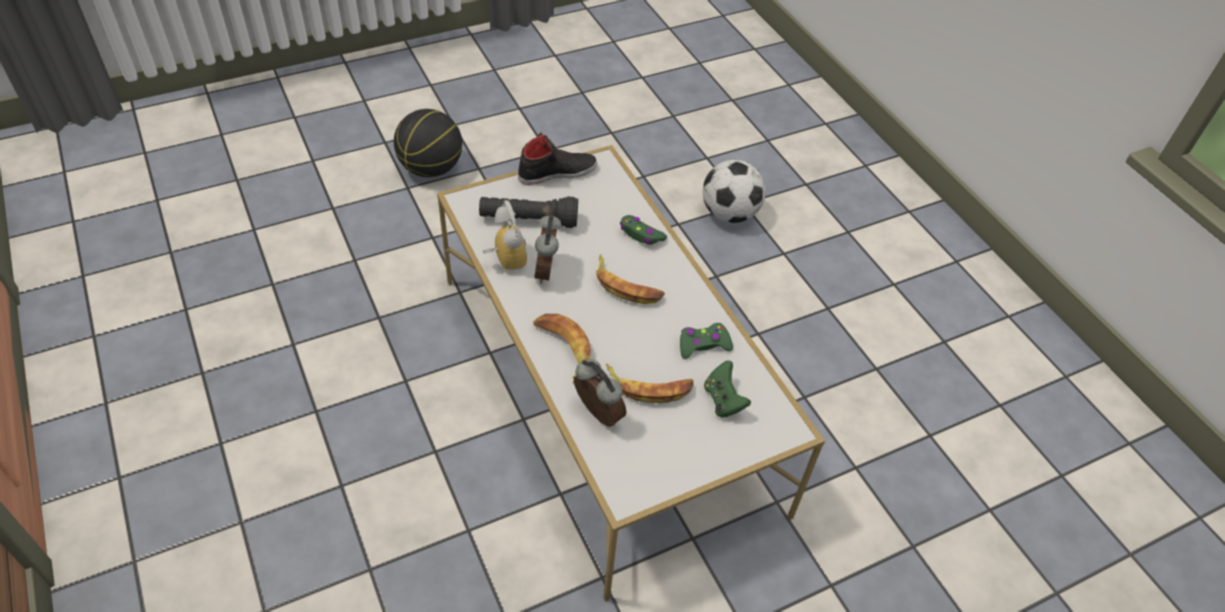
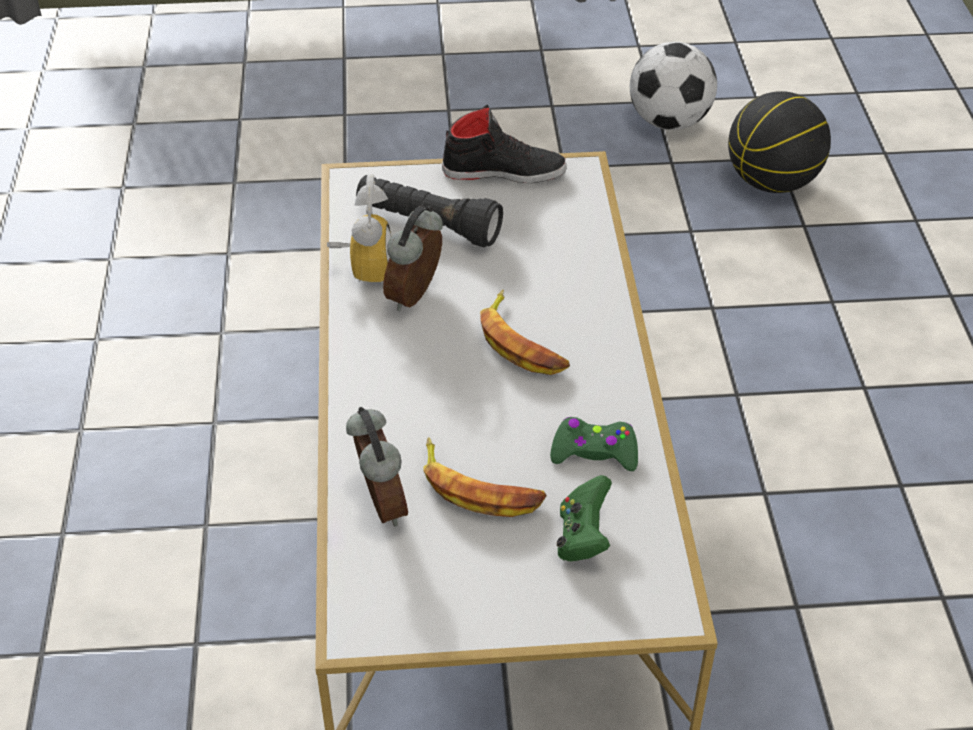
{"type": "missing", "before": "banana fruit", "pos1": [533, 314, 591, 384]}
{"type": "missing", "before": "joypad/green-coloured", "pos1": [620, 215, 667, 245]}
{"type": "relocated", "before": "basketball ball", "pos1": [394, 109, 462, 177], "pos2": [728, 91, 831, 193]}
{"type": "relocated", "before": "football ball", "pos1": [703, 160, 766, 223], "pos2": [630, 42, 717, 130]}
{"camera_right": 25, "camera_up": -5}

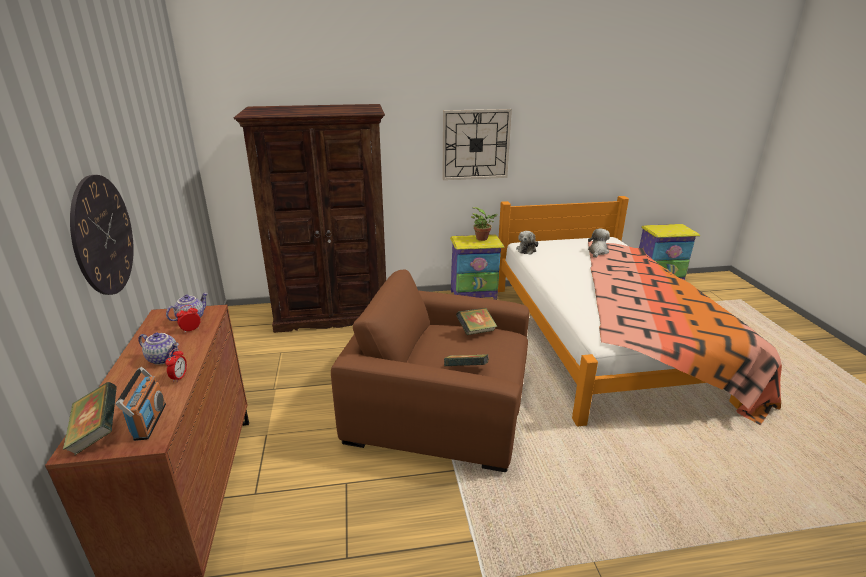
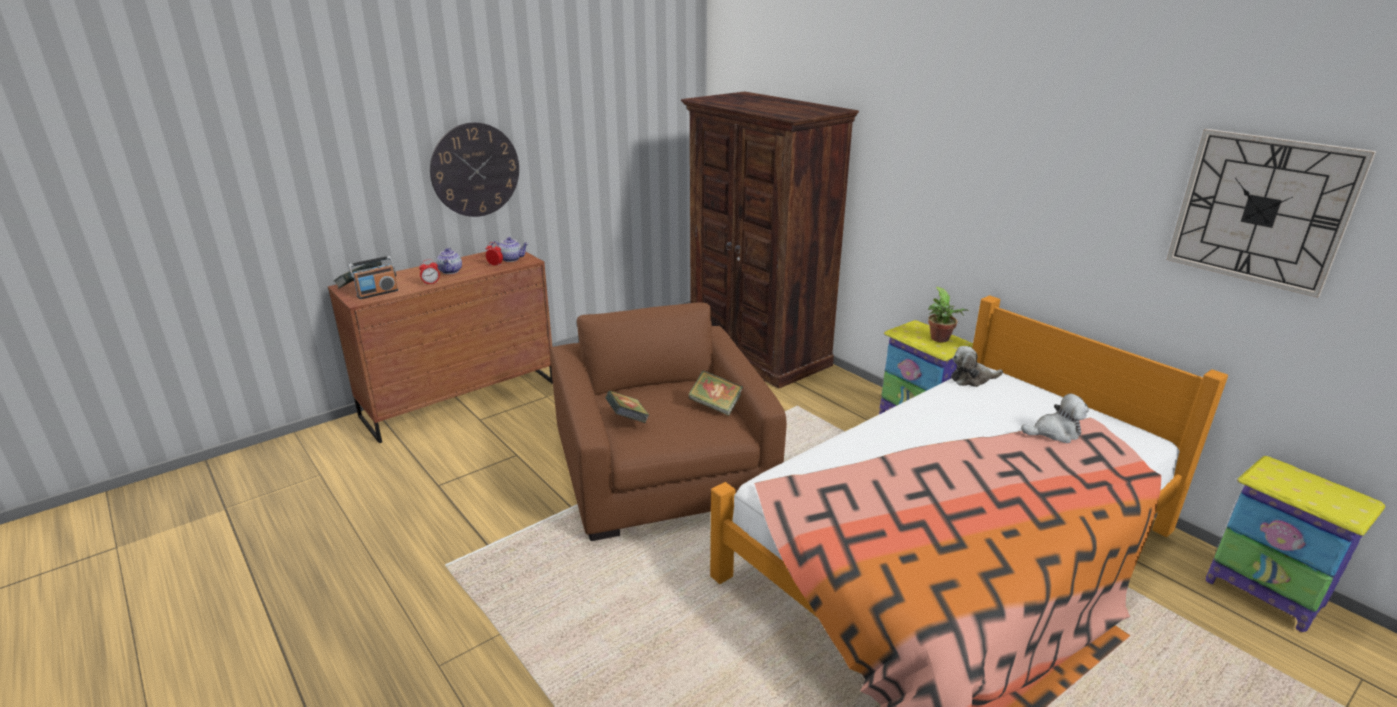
{"type": "relocated", "before": "wall clock", "pos1": [442, 109, 512, 180], "pos2": [1167, 129, 1376, 298]}
{"camera_right": 60, "camera_up": 0}

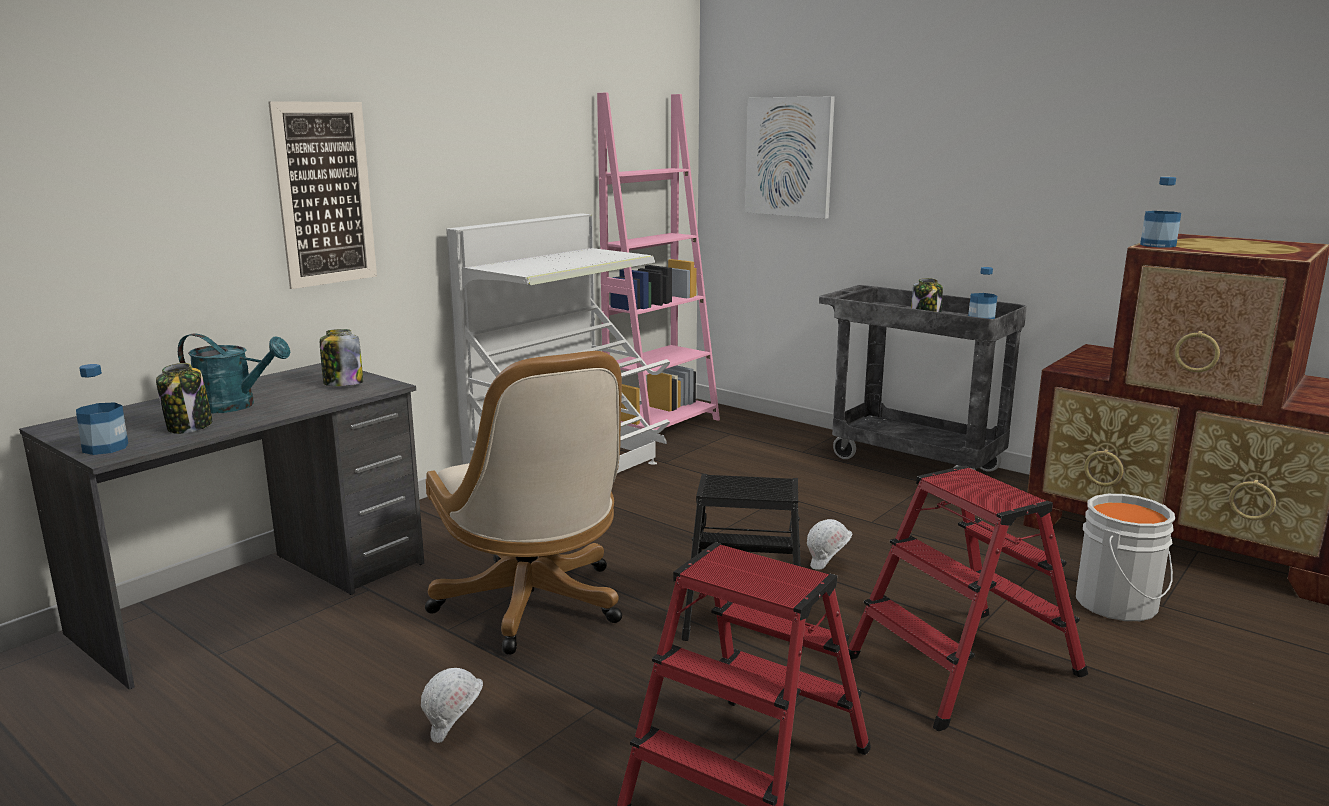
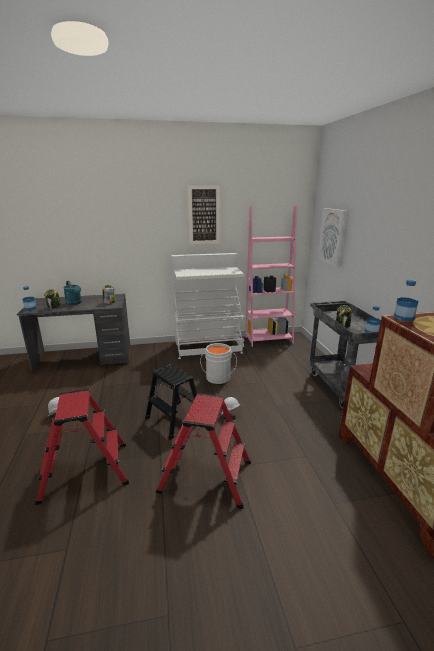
{"type": "missing", "before": "desk chair", "pos1": [425, 351, 622, 655]}
{"type": "relocated", "before": "wall art", "pos1": [268, 101, 377, 289], "pos2": [188, 185, 220, 244]}
{"type": "relocated", "before": "water bucket/grey", "pos1": [1076, 494, 1175, 621], "pos2": [200, 343, 237, 384]}
{"camera_right": 40, "camera_up": 5}

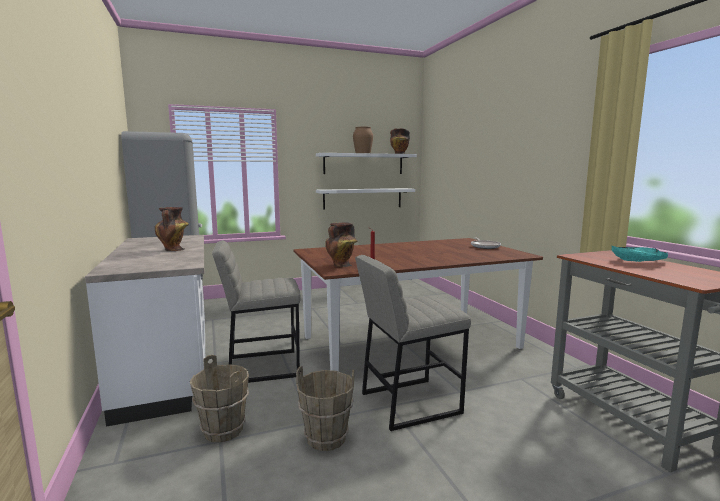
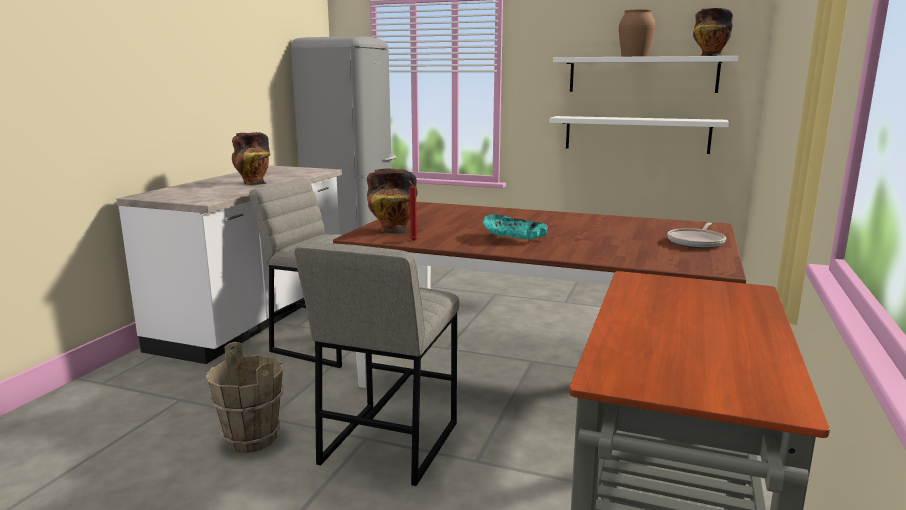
{"type": "missing", "before": "water bucket/brownish", "pos1": [190, 355, 249, 442]}
{"type": "relocated", "before": "serving bowl/blue-green", "pos1": [612, 246, 668, 262], "pos2": [483, 214, 548, 239]}
{"type": "spun", "before": "upright chair/grey", "pos1": [355, 255, 471, 431], "pos2": [294, 242, 459, 486], "turn": -90}
{"camera_right": 40, "camera_up": 5}

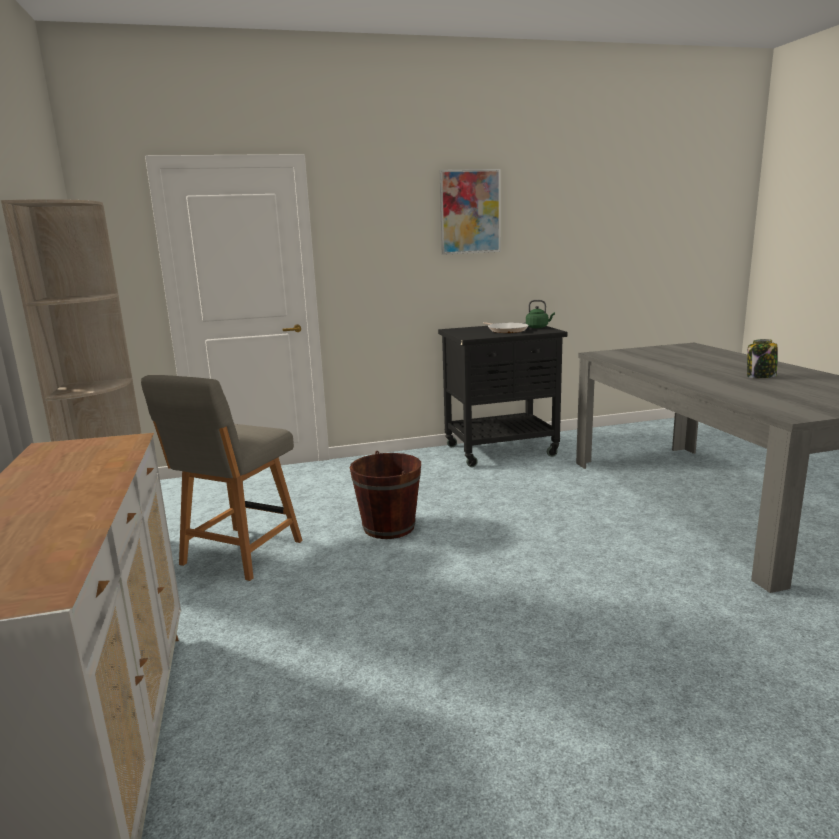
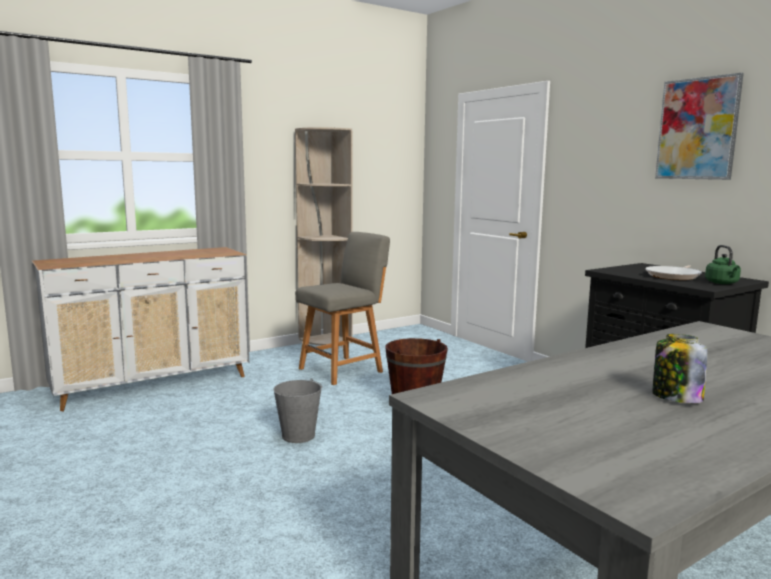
{"type": "appeared", "after": "water bucket/grey", "pos2": [273, 378, 322, 443]}
{"type": "spun", "before": "upright chair/grey", "pos1": [141, 375, 302, 581], "pos2": [295, 232, 390, 385], "turn": 135}
{"camera_right": 70, "camera_up": -5}

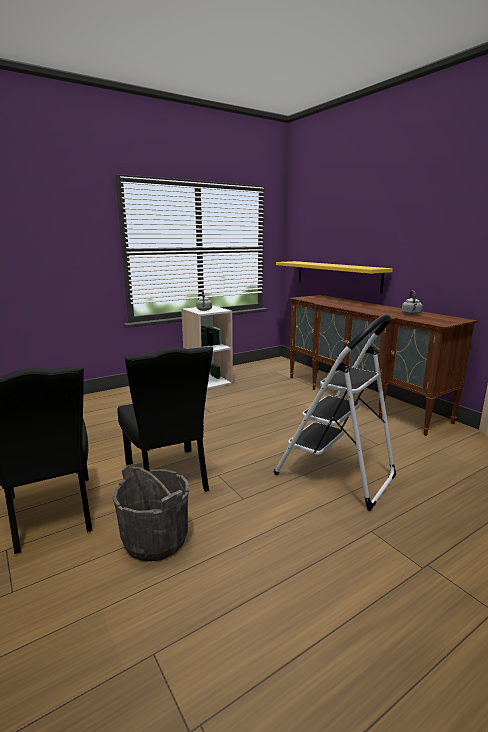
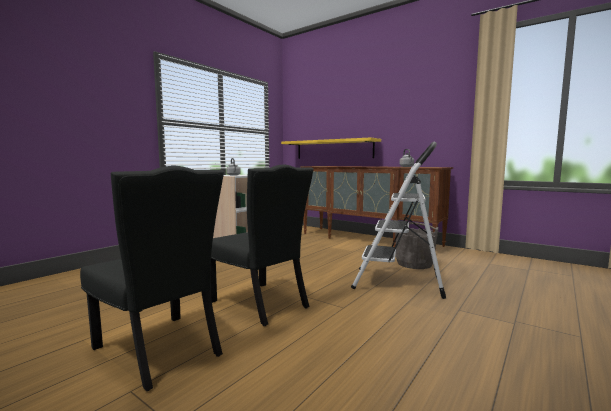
{"type": "relocated", "before": "water bucket/grey", "pos1": [113, 462, 189, 561], "pos2": [395, 222, 439, 269]}
{"camera_right": -20, "camera_up": -10}

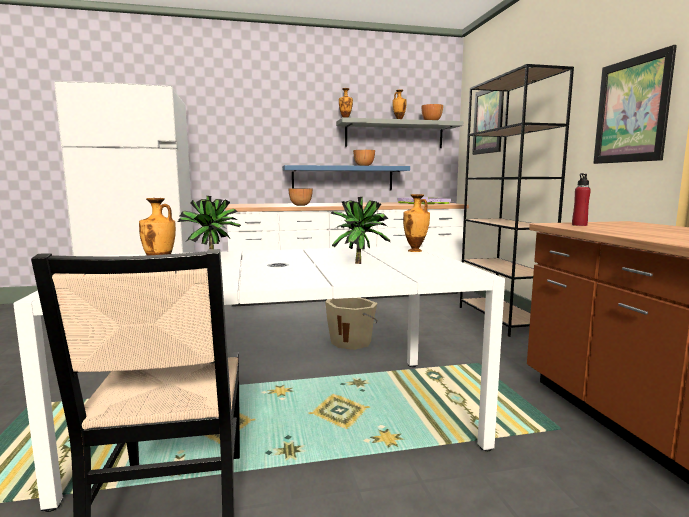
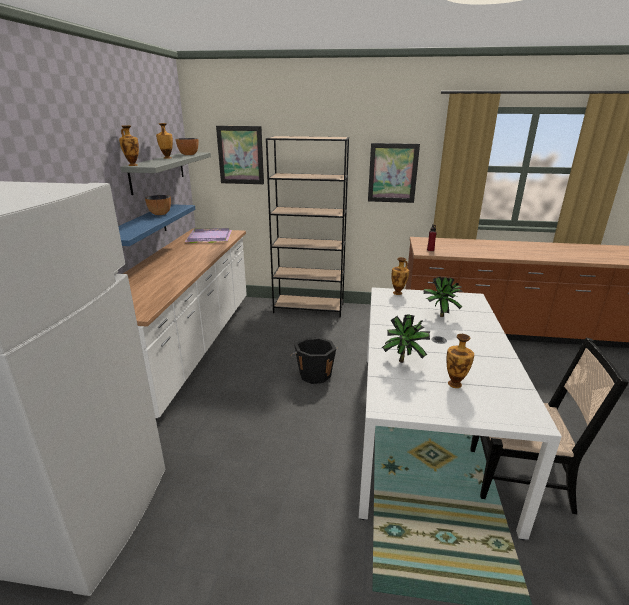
{"type": "missing", "before": "serving bowl", "pos1": [288, 188, 313, 206]}
{"type": "colour", "before": "water bucket/beige-coloured", "after": "water bucket/black", "pos1": [325, 298, 377, 350], "pos2": [291, 337, 337, 384]}
{"camera_right": -70, "camera_up": 15}

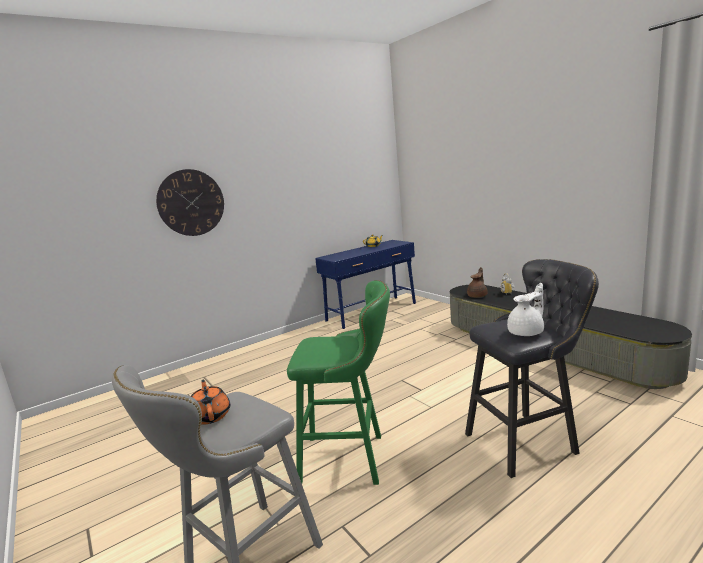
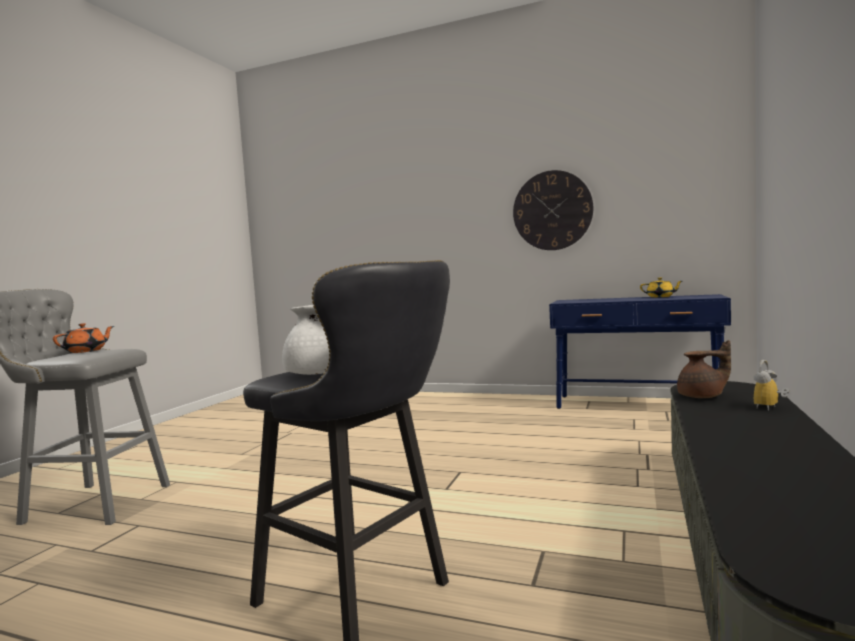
{"type": "missing", "before": "sitting stool/green-coloured", "pos1": [287, 280, 390, 485]}
{"type": "relocated", "before": "wall clock", "pos1": [156, 169, 224, 236], "pos2": [513, 170, 593, 250]}
{"camera_right": 55, "camera_up": -10}

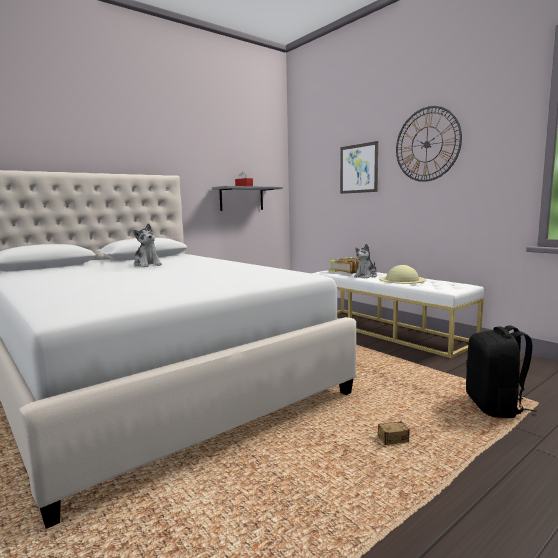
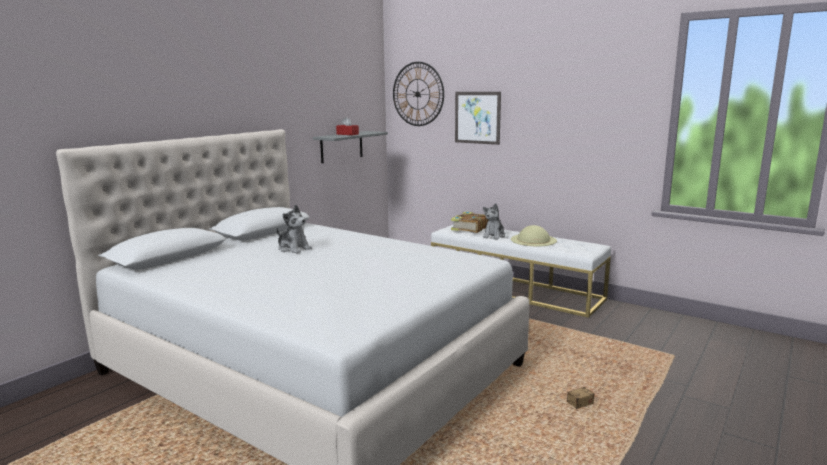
{"type": "missing", "before": "backpack/black", "pos1": [466, 325, 537, 418]}
{"type": "relocated", "before": "wall clock", "pos1": [396, 106, 462, 182], "pos2": [393, 62, 444, 126]}
{"camera_right": -15, "camera_up": 5}

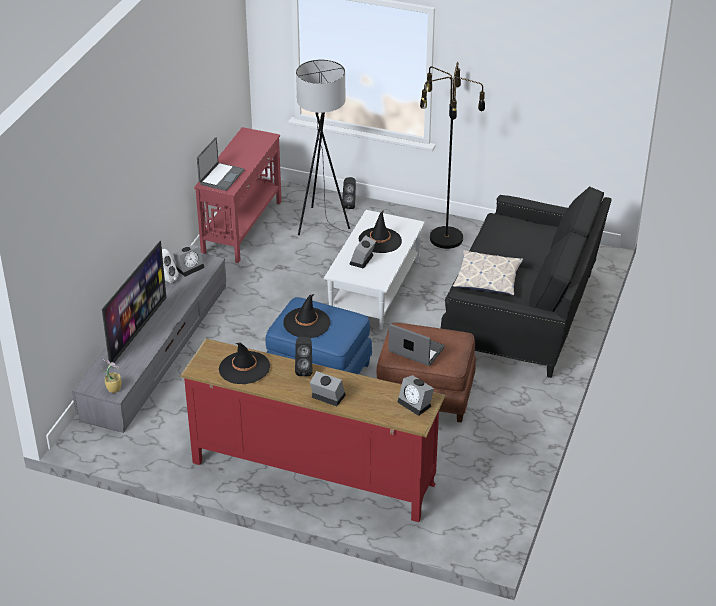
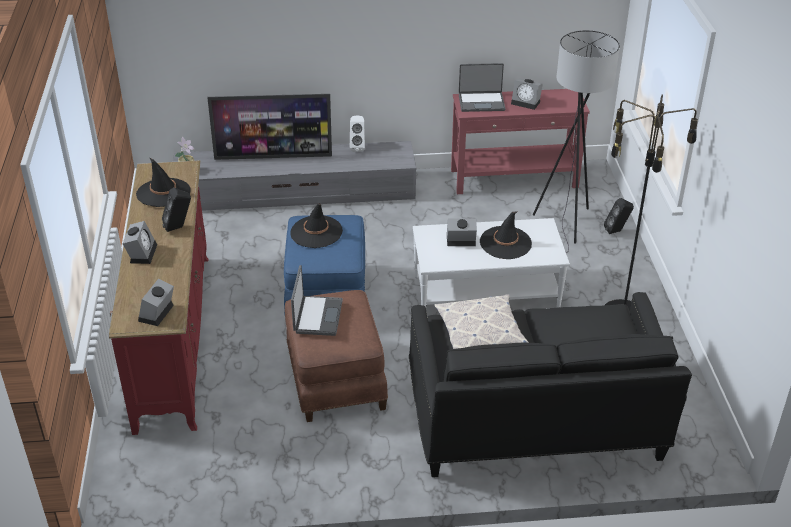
{"type": "relocated", "before": "alarm clock", "pos1": [173, 245, 204, 277], "pos2": [511, 79, 543, 110]}
{"camera_right": 65, "camera_up": 0}

